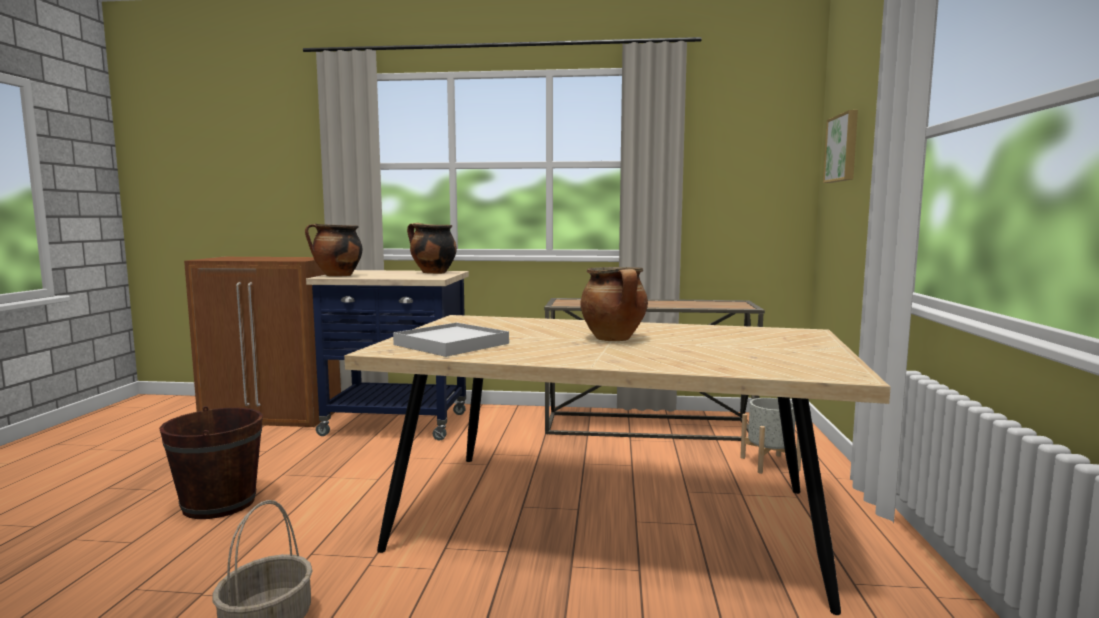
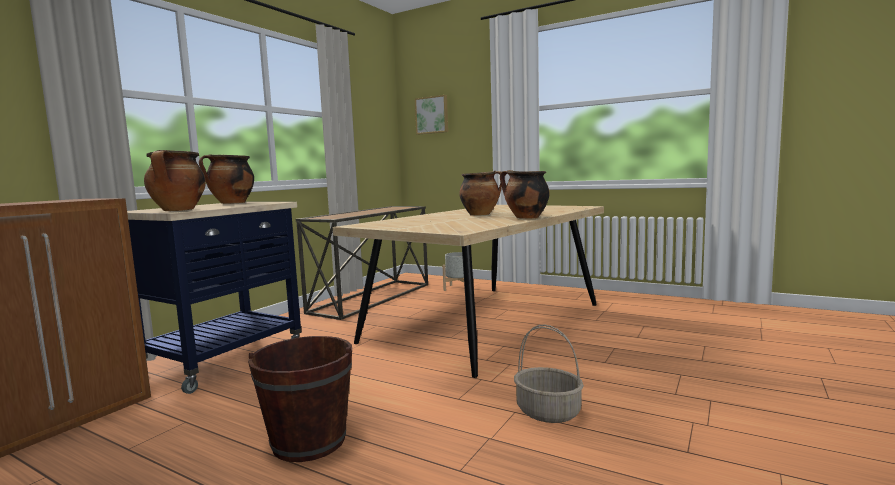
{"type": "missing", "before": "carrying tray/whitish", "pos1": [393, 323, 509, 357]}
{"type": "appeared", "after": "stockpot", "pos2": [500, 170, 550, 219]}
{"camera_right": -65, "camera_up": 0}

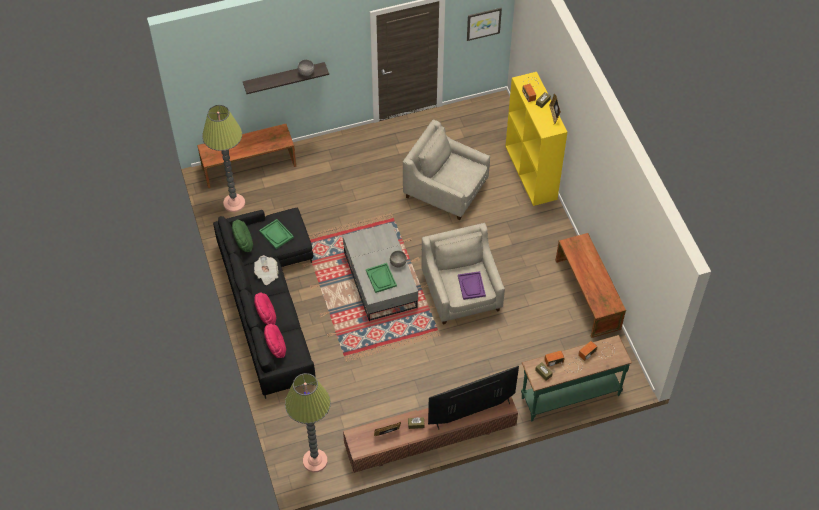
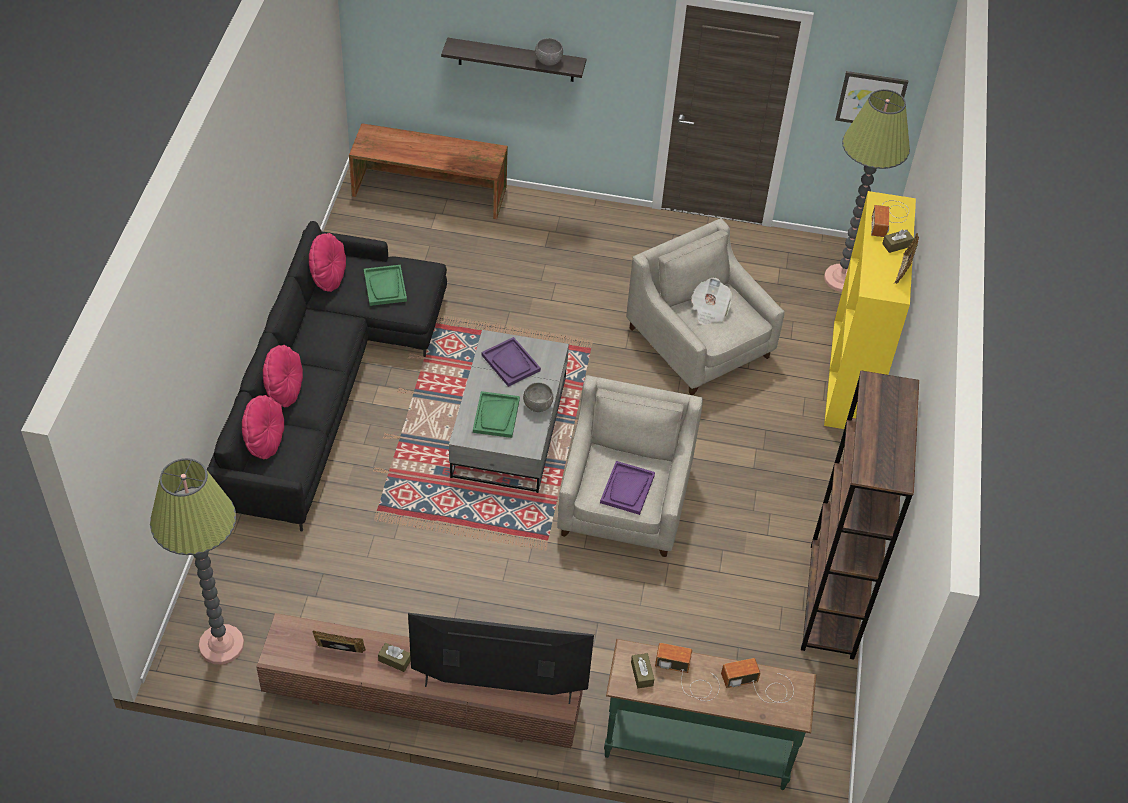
{"type": "appeared", "after": "carrying tray/purple-coloured", "pos2": [482, 337, 541, 387]}
{"type": "relocated", "before": "standard lamp", "pos1": [202, 105, 245, 212], "pos2": [824, 89, 910, 292]}
{"type": "relocated", "before": "printed paper", "pos1": [254, 255, 278, 285], "pos2": [691, 278, 733, 325]}
{"type": "exchanged", "before": "long seat/brownish", "after": "bookshelf/brownish", "pos1": [556, 233, 626, 338], "pos2": [801, 370, 919, 660]}
{"type": "colour", "before": "throw pillow/green-coloured", "after": "throw pillow/pink-coloured", "pos1": [232, 220, 253, 252], "pos2": [309, 233, 346, 292]}
{"camera_right": 25, "camera_up": -5}

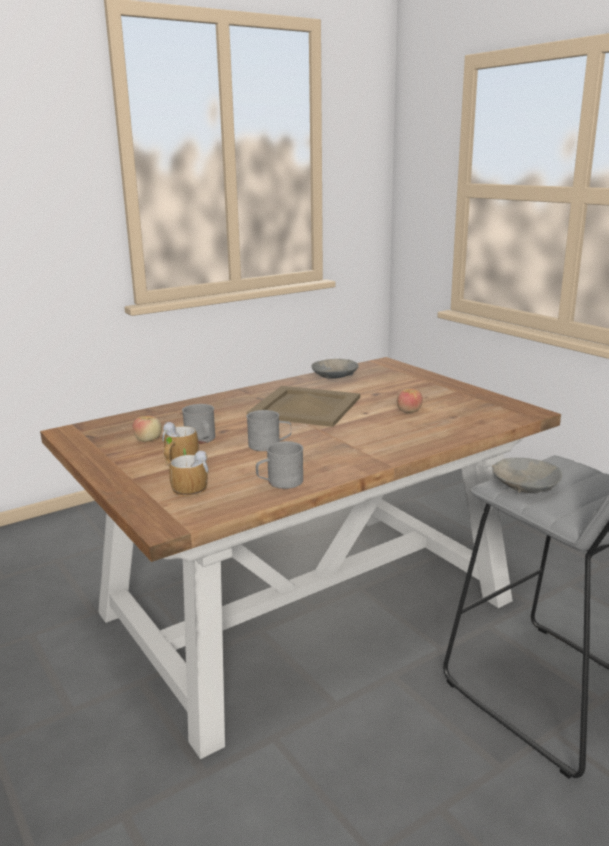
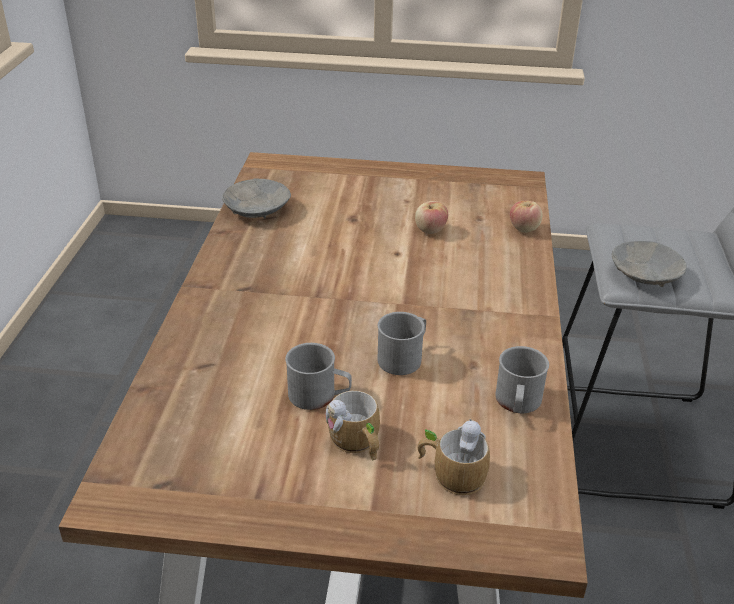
{"type": "missing", "before": "carrying tray/beige-coloured", "pos1": [247, 386, 360, 427]}
{"type": "relocated", "before": "apple fruit", "pos1": [133, 416, 162, 442], "pos2": [510, 201, 542, 233]}
{"camera_right": -50, "camera_up": 15}

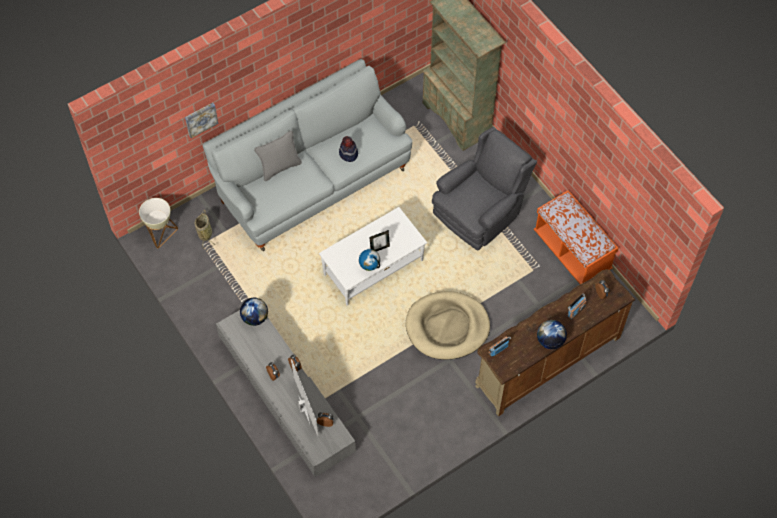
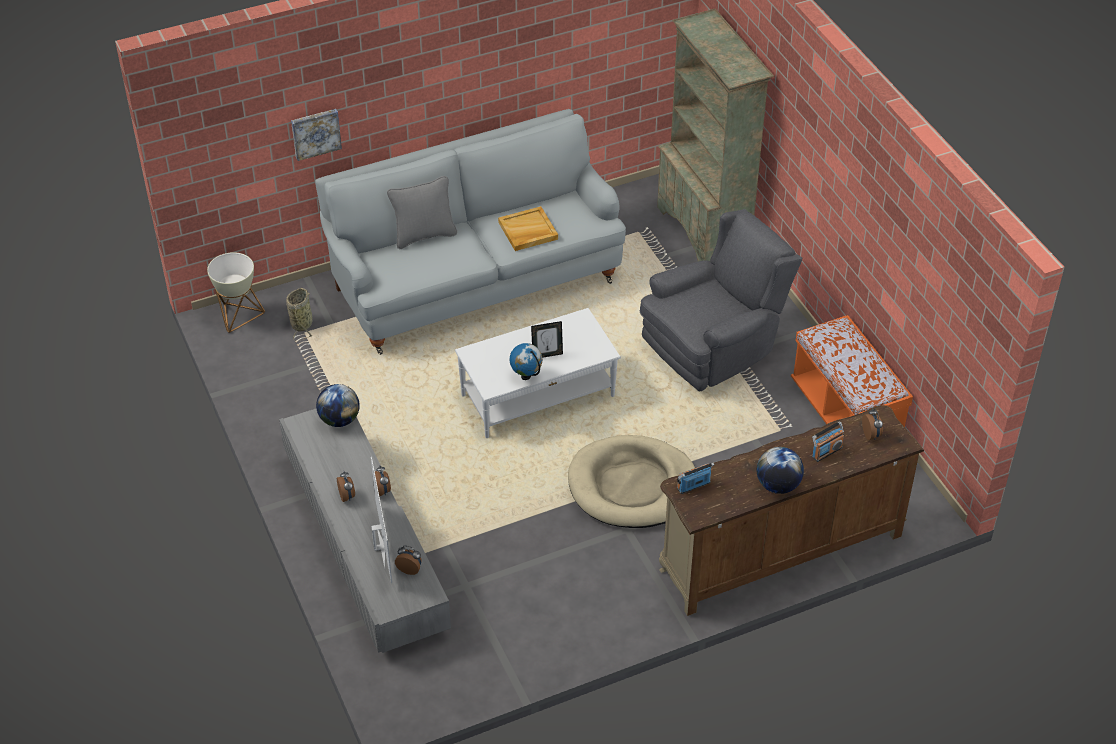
{"type": "exchanged", "before": "hat", "after": "carrying tray/beige-coloured", "pos1": [339, 136, 358, 162], "pos2": [498, 206, 558, 251]}
{"camera_right": 10, "camera_up": -15}

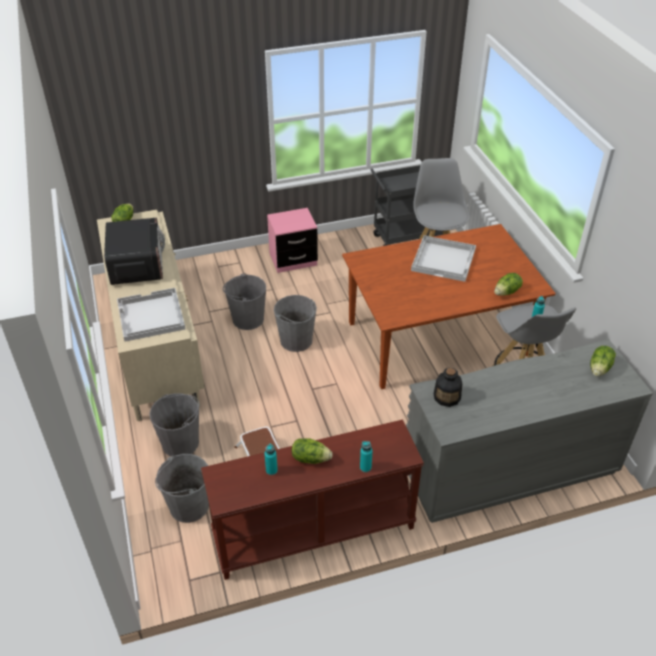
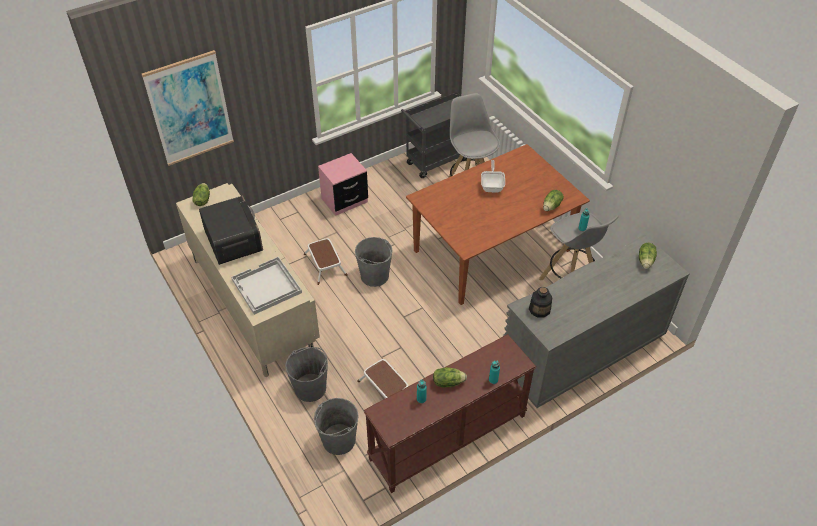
{"type": "appeared", "after": "wall art", "pos2": [142, 50, 234, 166]}
{"type": "exchanged", "before": "water bucket/grey", "after": "stepladder/brownish", "pos1": [223, 273, 266, 330], "pos2": [304, 238, 347, 285]}
{"type": "exchanged", "before": "carrying tray/whitish", "after": "pan", "pos1": [411, 235, 476, 282], "pos2": [481, 160, 505, 193]}
{"camera_right": -15, "camera_up": 5}

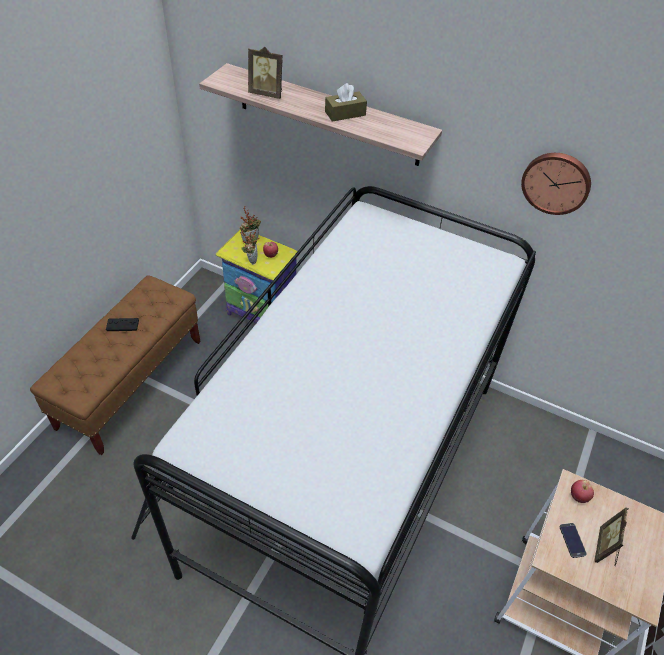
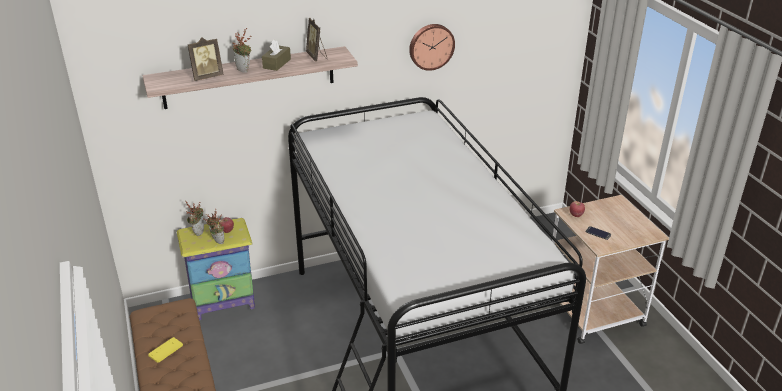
{"type": "appeared", "after": "potted plant", "pos2": [233, 28, 252, 73]}
{"type": "relocated", "before": "photo frame", "pos1": [594, 507, 629, 566], "pos2": [306, 18, 327, 62]}
{"type": "colour", "before": "joypad/black", "after": "joypad/yellow-coloured", "pos1": [106, 318, 139, 331], "pos2": [148, 337, 183, 363]}
{"camera_right": -45, "camera_up": -15}

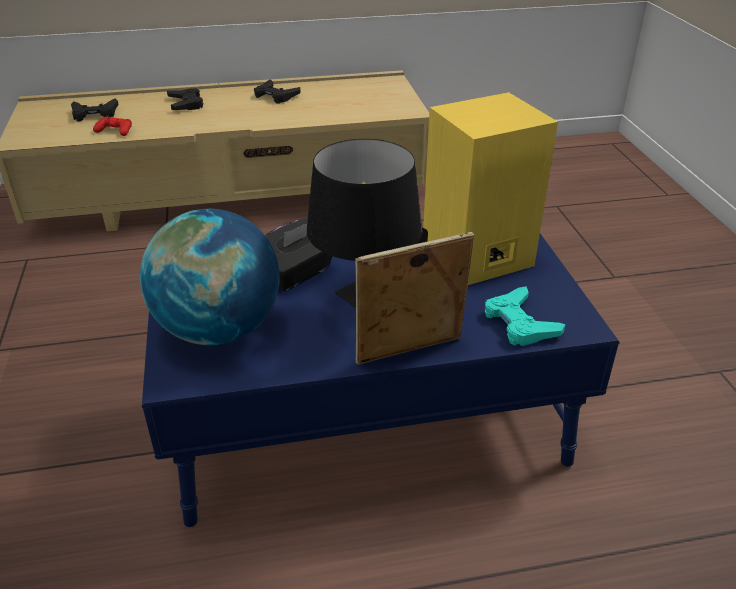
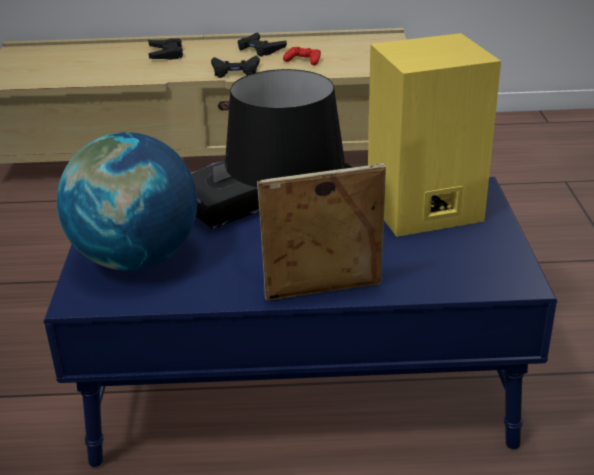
{"type": "missing", "before": "joypad/blue-green", "pos1": [485, 286, 565, 346]}
{"type": "relocated", "before": "joypad/black", "pos1": [71, 98, 118, 122], "pos2": [211, 55, 260, 78]}
{"type": "relocated", "before": "joypad/reddish", "pos1": [93, 117, 132, 136], "pos2": [283, 47, 321, 65]}
{"camera_right": 10, "camera_up": -5}

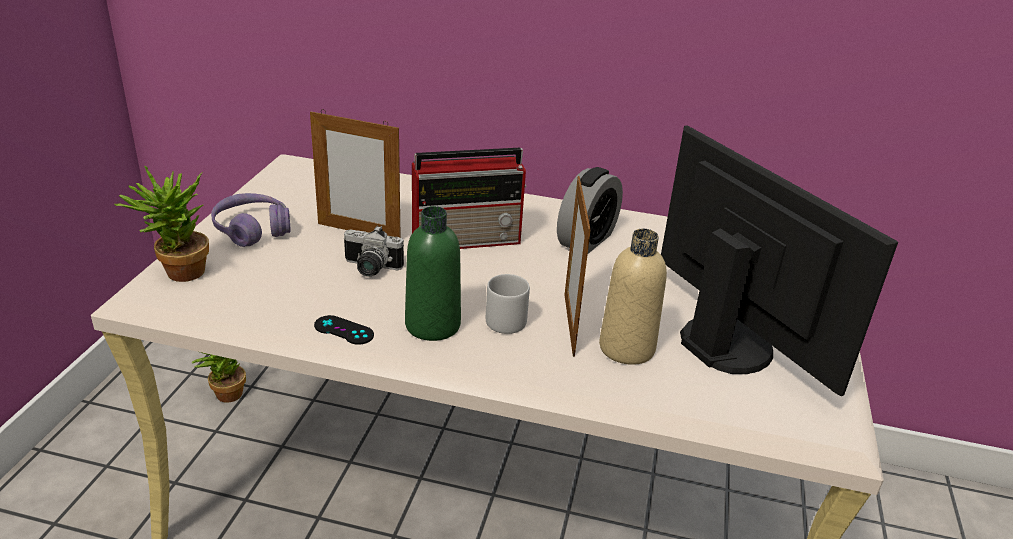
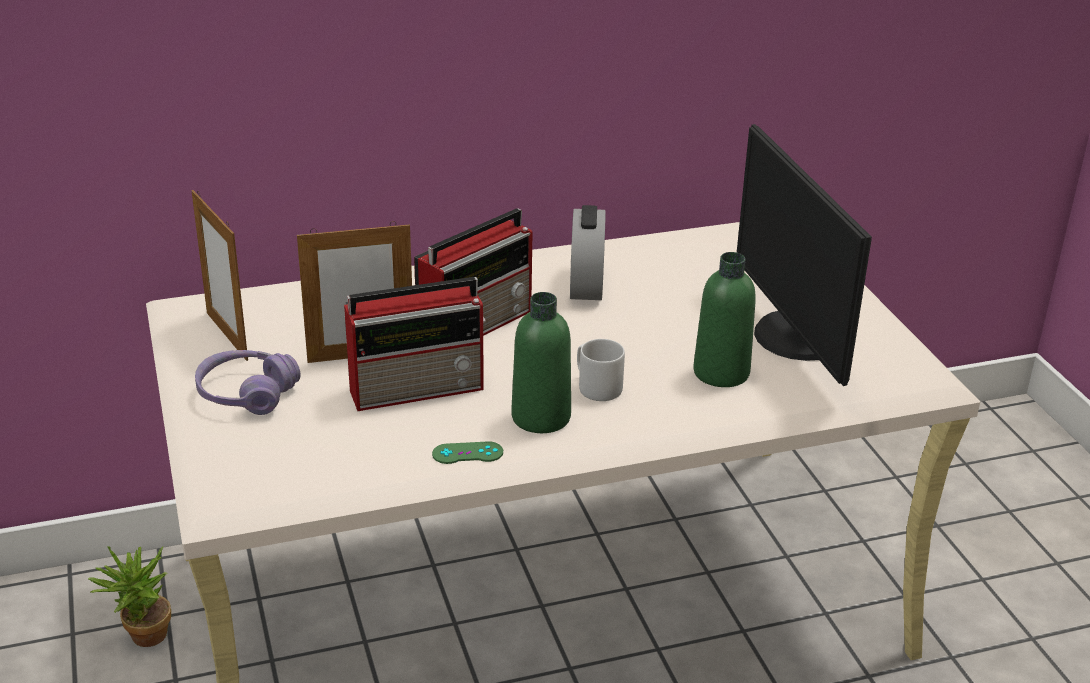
{"type": "missing", "before": "potted plant", "pos1": [114, 165, 209, 282]}
{"type": "relocated", "before": "photo frame", "pos1": [565, 176, 591, 357], "pos2": [191, 190, 248, 361]}
{"type": "exchanged", "before": "photo camera", "after": "radio set", "pos1": [344, 225, 404, 277], "pos2": [344, 277, 486, 411]}
{"type": "colour", "before": "joypad/black", "after": "joypad/green-coloured", "pos1": [314, 315, 374, 345], "pos2": [432, 441, 503, 464]}
{"type": "colour", "before": "bottle/beige-coloured", "after": "bottle/green-coloured", "pos1": [599, 229, 667, 365], "pos2": [693, 252, 756, 387]}
{"type": "spun", "before": "monitor", "pos1": [661, 125, 898, 396], "pos2": [737, 124, 872, 386], "turn": -135}
{"camera_right": -30, "camera_up": 0}

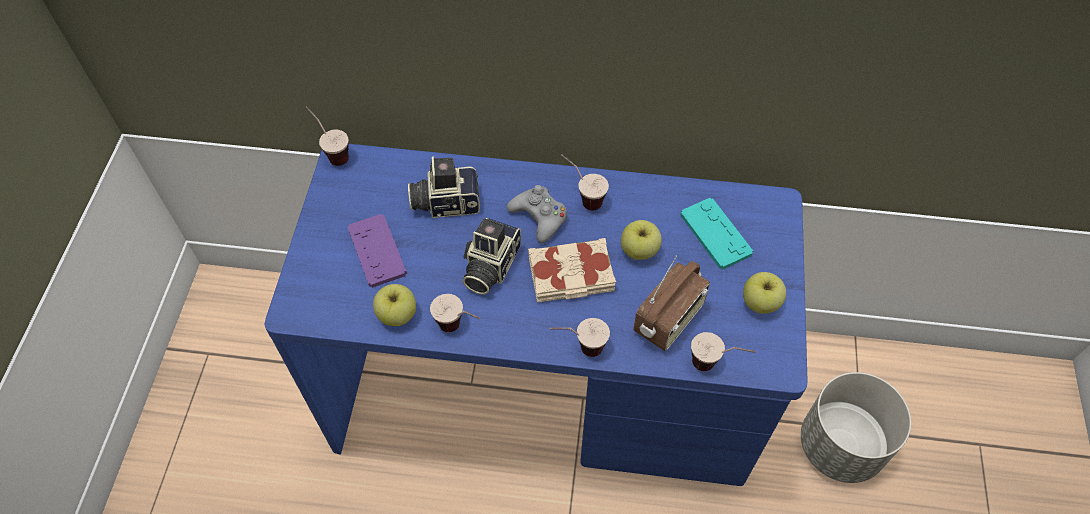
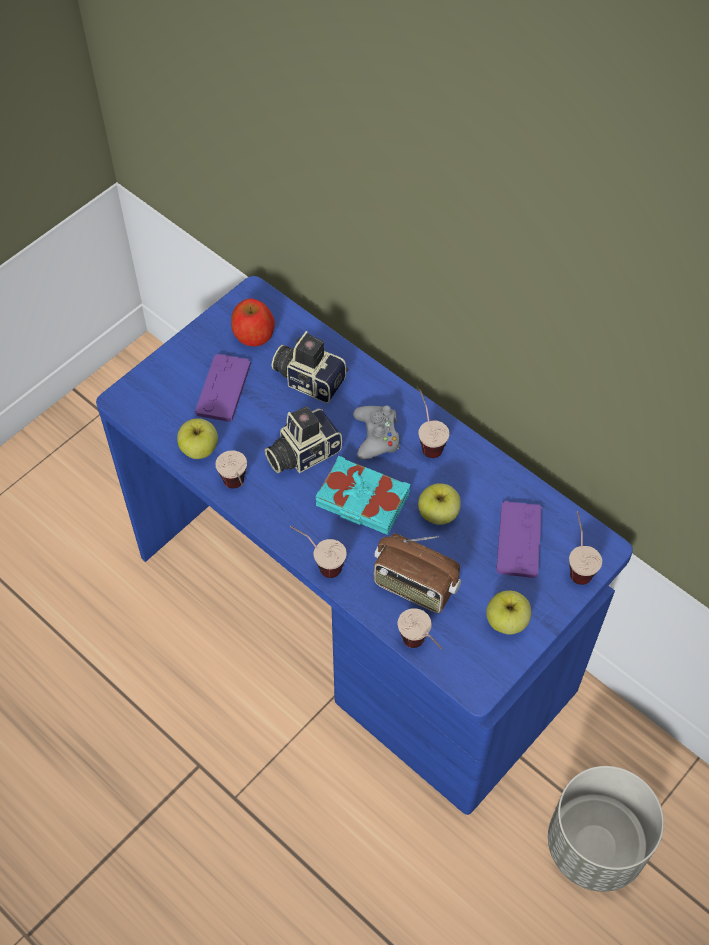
{"type": "appeared", "after": "apple fruit", "pos2": [231, 298, 275, 347]}
{"type": "relocated", "before": "drinking cup", "pos1": [306, 106, 349, 166], "pos2": [569, 511, 602, 585]}
{"type": "colour", "before": "volume/beige-coloured", "after": "volume/blue-green", "pos1": [528, 238, 616, 303], "pos2": [316, 456, 411, 535]}
{"type": "colour", "before": "joypad/blue-green", "after": "joypad/purple-coloured", "pos1": [680, 198, 753, 270], "pos2": [496, 501, 542, 578]}
{"type": "spun", "before": "radio set", "pos1": [633, 255, 710, 351], "pos2": [374, 534, 461, 613], "turn": 45}
{"camera_right": 35, "camera_up": 0}

